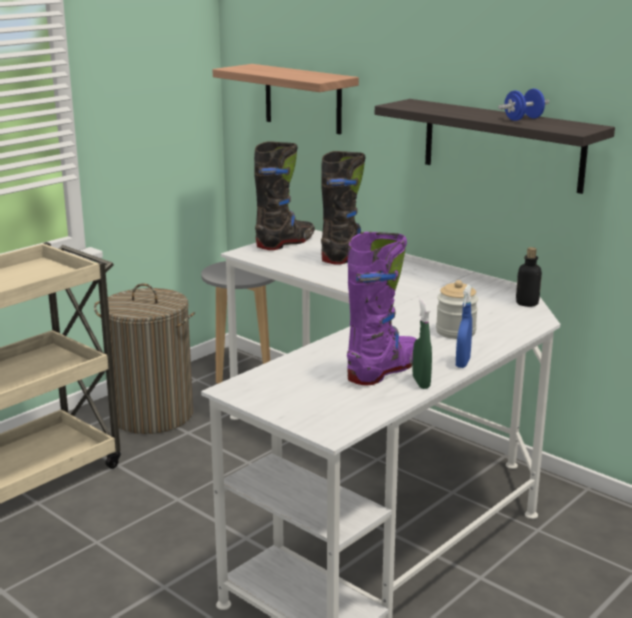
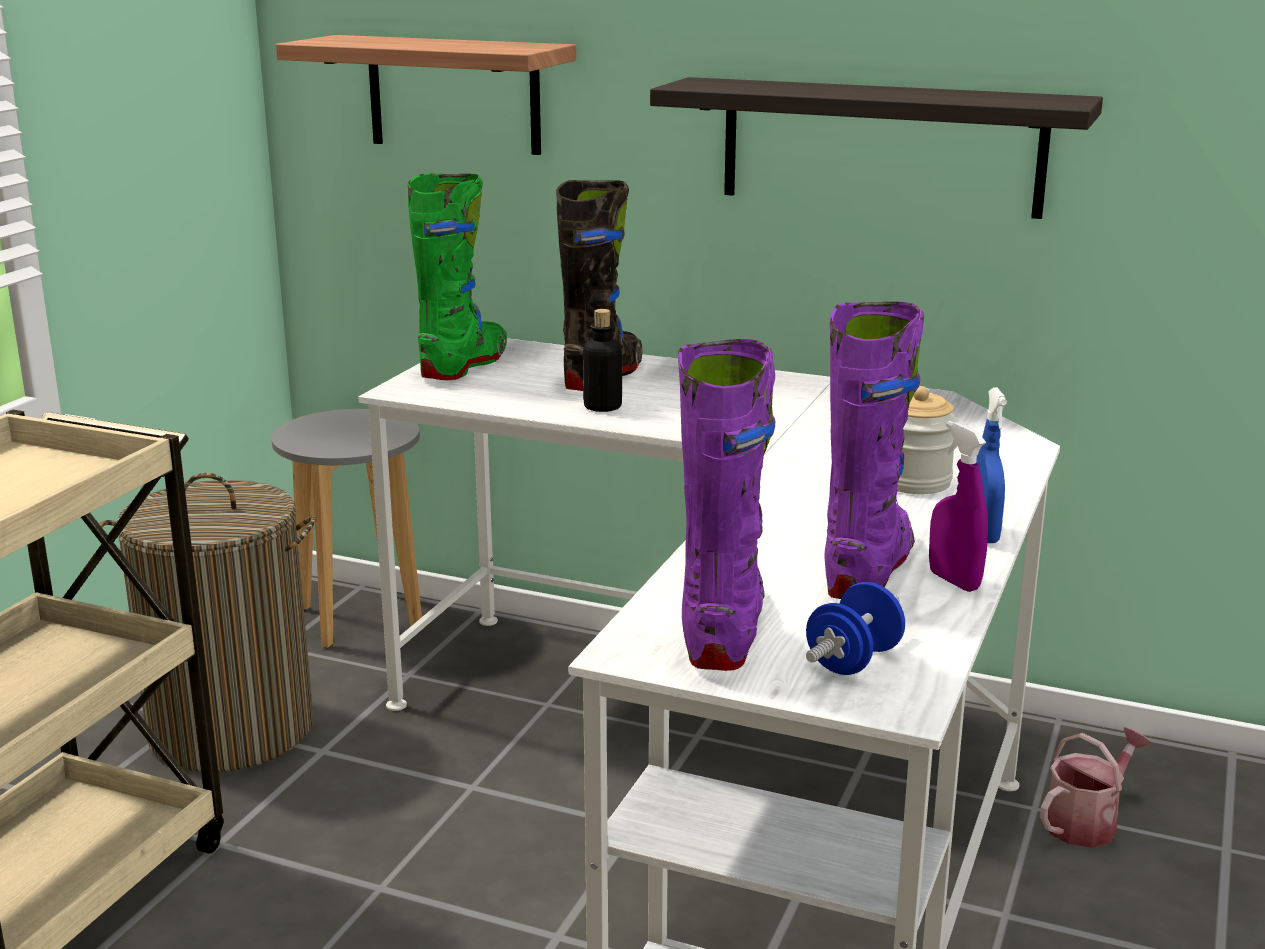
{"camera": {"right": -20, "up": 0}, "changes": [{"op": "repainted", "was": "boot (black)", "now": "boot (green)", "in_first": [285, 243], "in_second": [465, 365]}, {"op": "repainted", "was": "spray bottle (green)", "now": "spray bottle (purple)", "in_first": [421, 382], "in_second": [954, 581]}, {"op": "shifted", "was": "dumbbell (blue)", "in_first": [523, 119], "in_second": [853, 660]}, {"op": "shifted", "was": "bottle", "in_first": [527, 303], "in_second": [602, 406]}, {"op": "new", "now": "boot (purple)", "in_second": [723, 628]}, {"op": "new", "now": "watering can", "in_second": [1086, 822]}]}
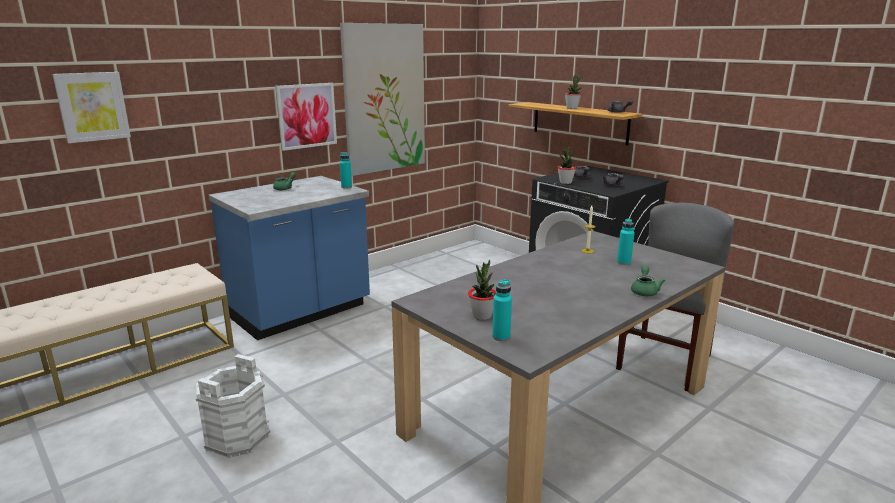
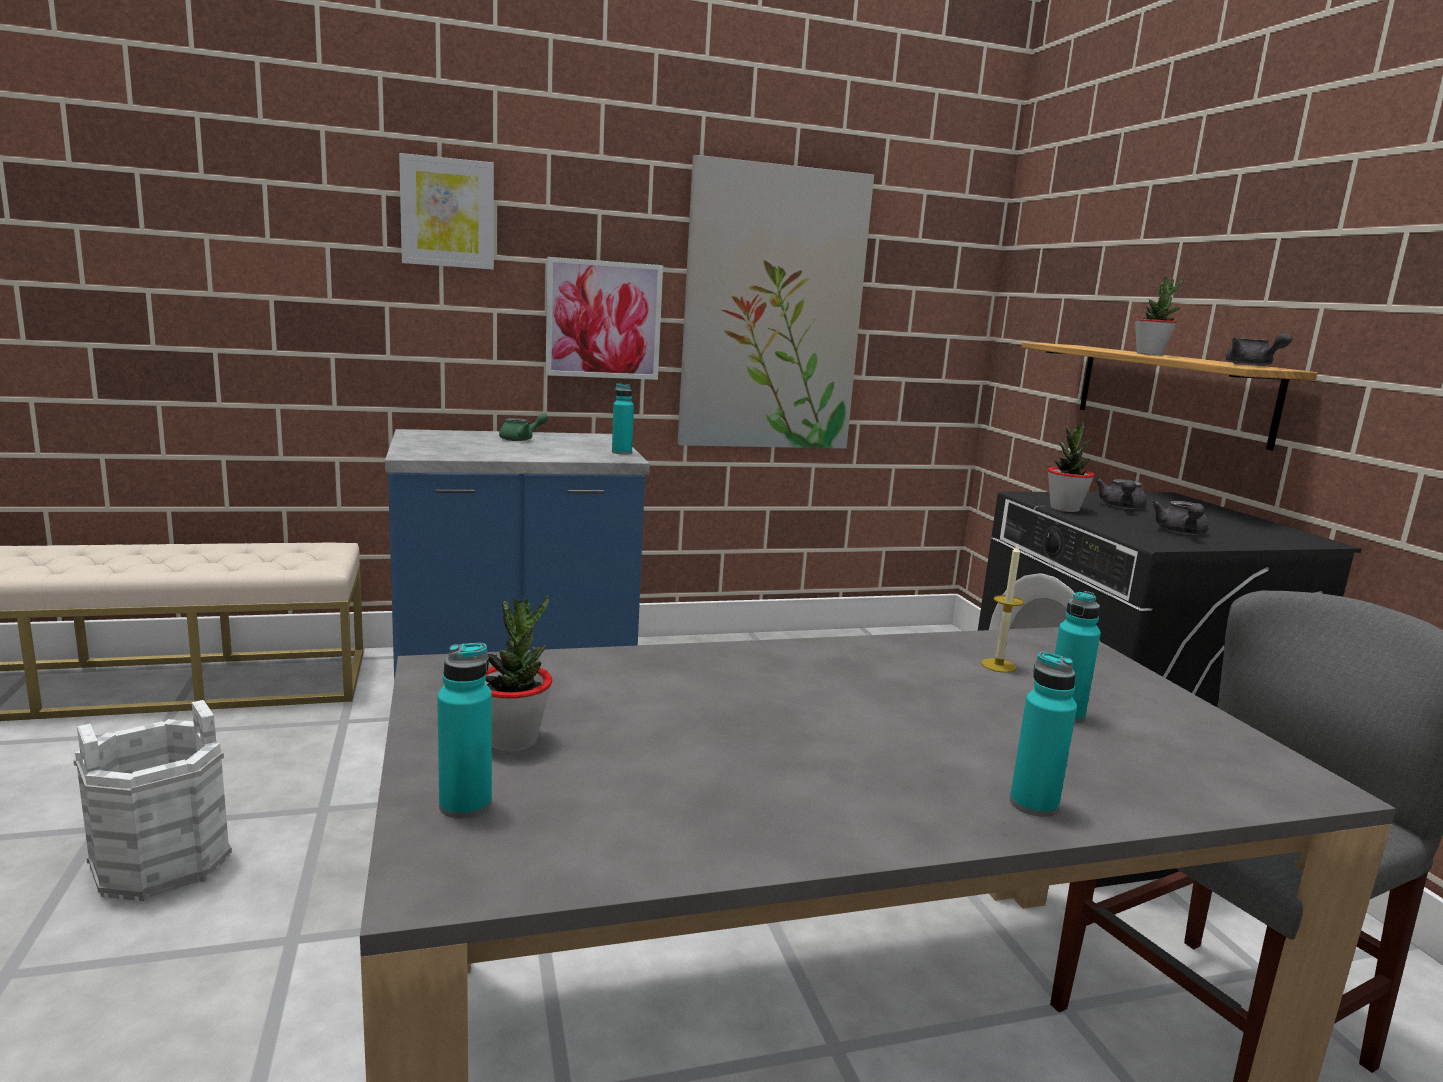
{"camera": {"right": 25, "up": -5}, "changes": [{"op": "shifted", "was": "picture", "in_first": [92, 106], "in_second": [447, 213]}, {"op": "swapped", "was": "teapot (green)", "now": "bottle (turquoise)", "in_first": [644, 291], "in_second": [1033, 804]}]}
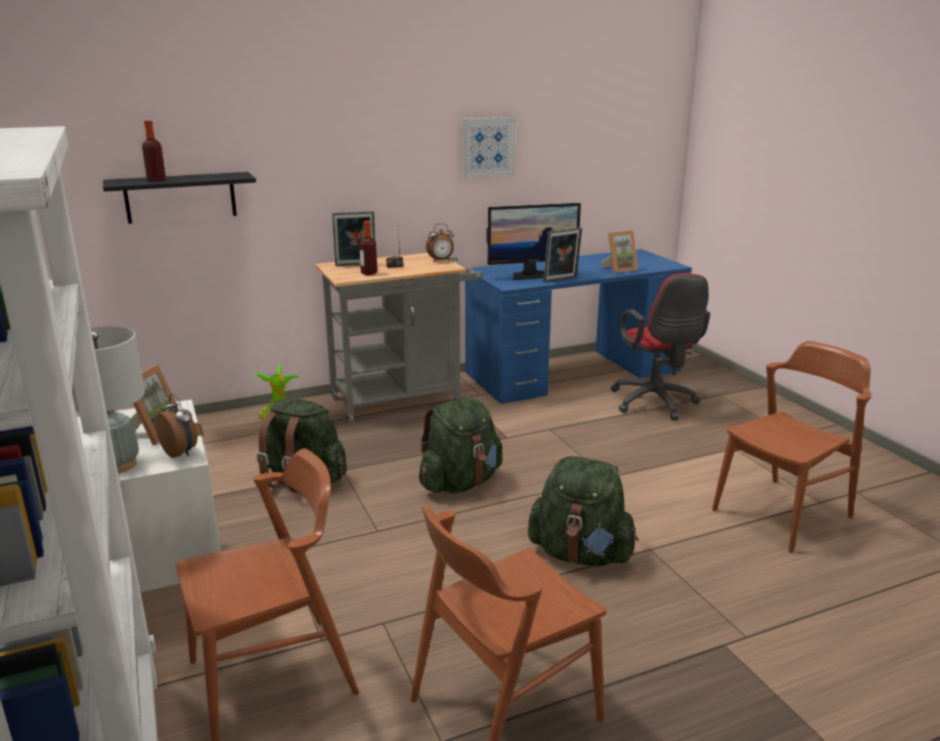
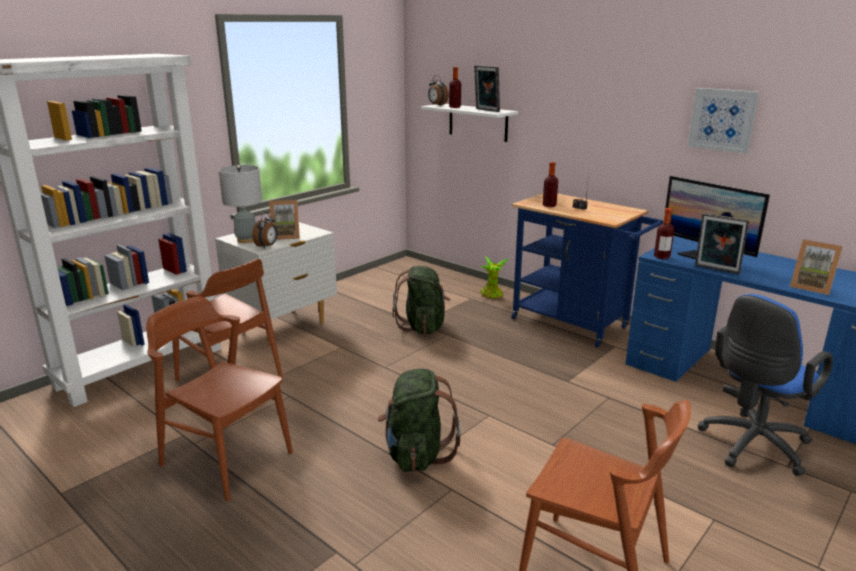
{"camera": {"right": 65, "up": 0}, "changes": [{"op": "repainted", "was": "shelf (black)", "now": "shelf (white)", "in_first": [180, 197], "in_second": [478, 122]}, {"op": "repainted", "was": "cart (grey)", "now": "cart (blue)", "in_first": [403, 399], "in_second": [576, 325]}, {"op": "shifted", "was": "picture frame", "in_first": [355, 265], "in_second": [486, 110]}, {"op": "gone", "was": "backpack (green)", "in_first": [460, 483]}, {"op": "shifted", "was": "alarm clock", "in_first": [441, 261], "in_second": [437, 105]}, {"op": "repainted", "was": "office chair (red)", "now": "office chair (blue)", "in_first": [655, 404], "in_second": [751, 446]}, {"op": "new", "now": "bottle", "in_second": [661, 257]}]}
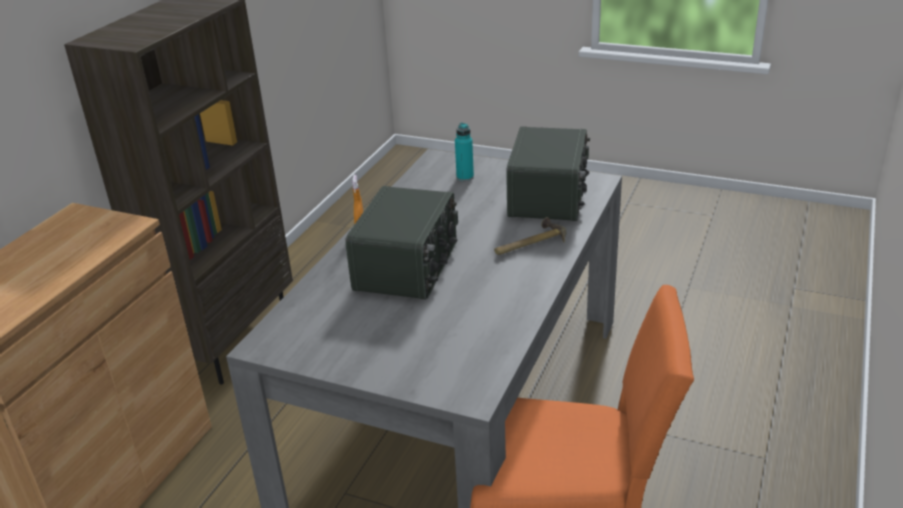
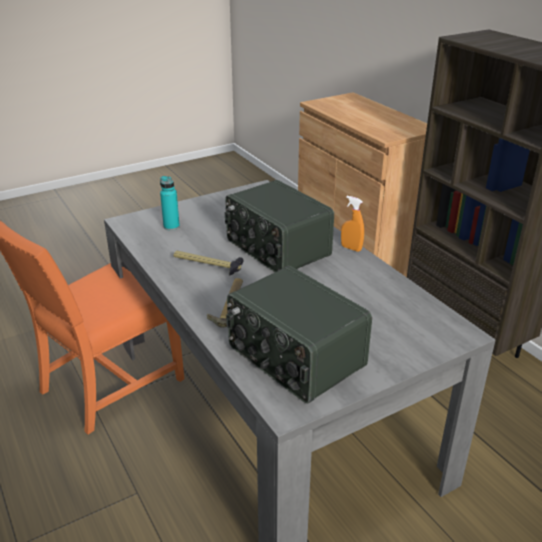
{"camera": {"right": 125, "up": 0}, "changes": [{"op": "shifted", "was": "bottle (turquoise)", "in_first": [465, 177], "in_second": [171, 227]}, {"op": "new", "now": "hammer", "in_second": [207, 265]}]}
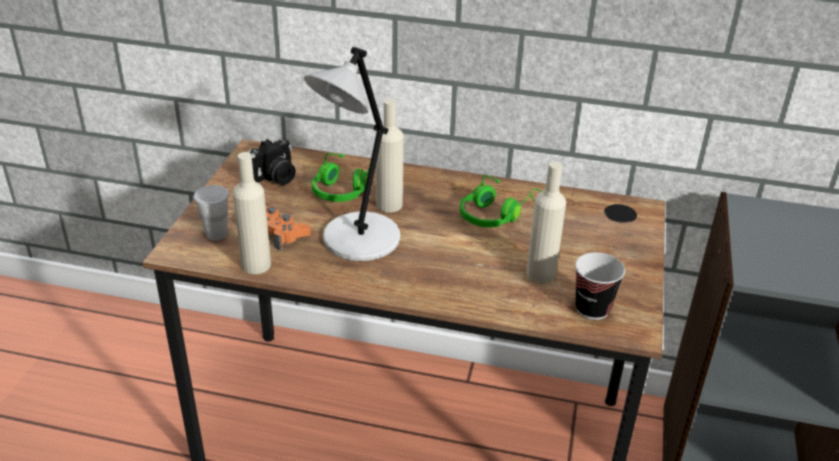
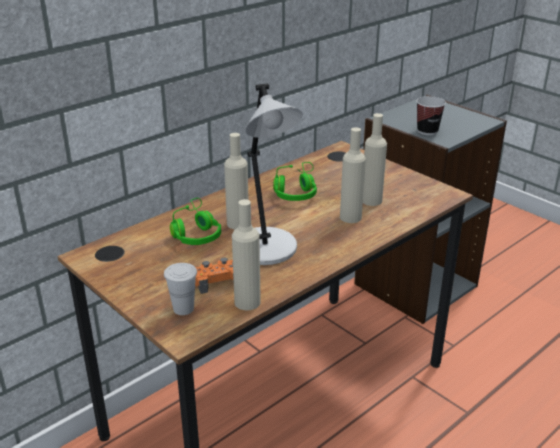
{"camera": {"right": -55, "up": -5}, "changes": [{"op": "gone", "was": "photo camera", "in_first": [273, 178]}, {"op": "shifted", "was": "cup", "in_first": [592, 309], "in_second": [427, 131]}, {"op": "new", "now": "bottle (beige)", "in_second": [350, 217]}]}
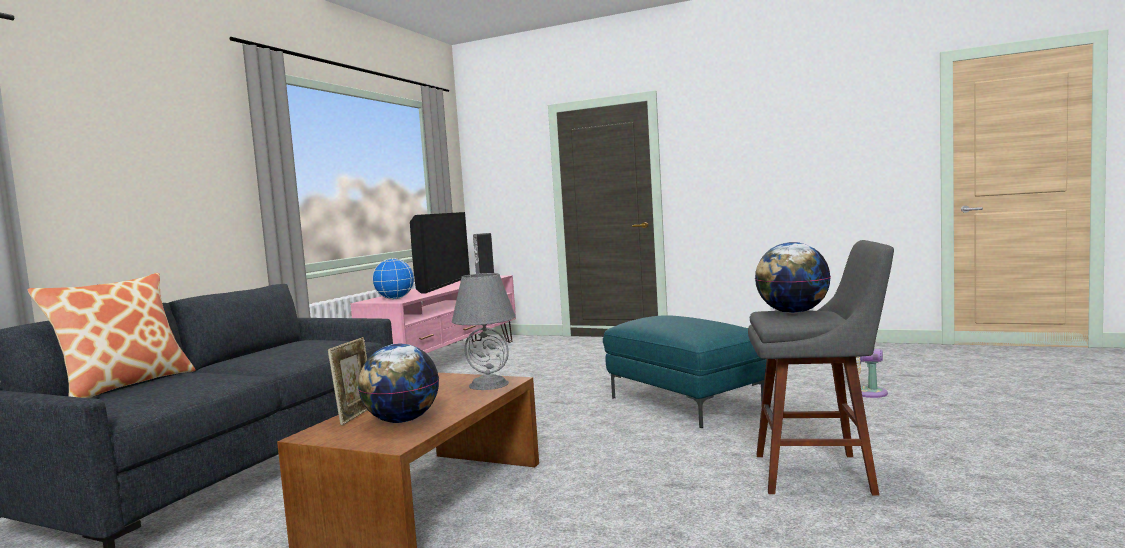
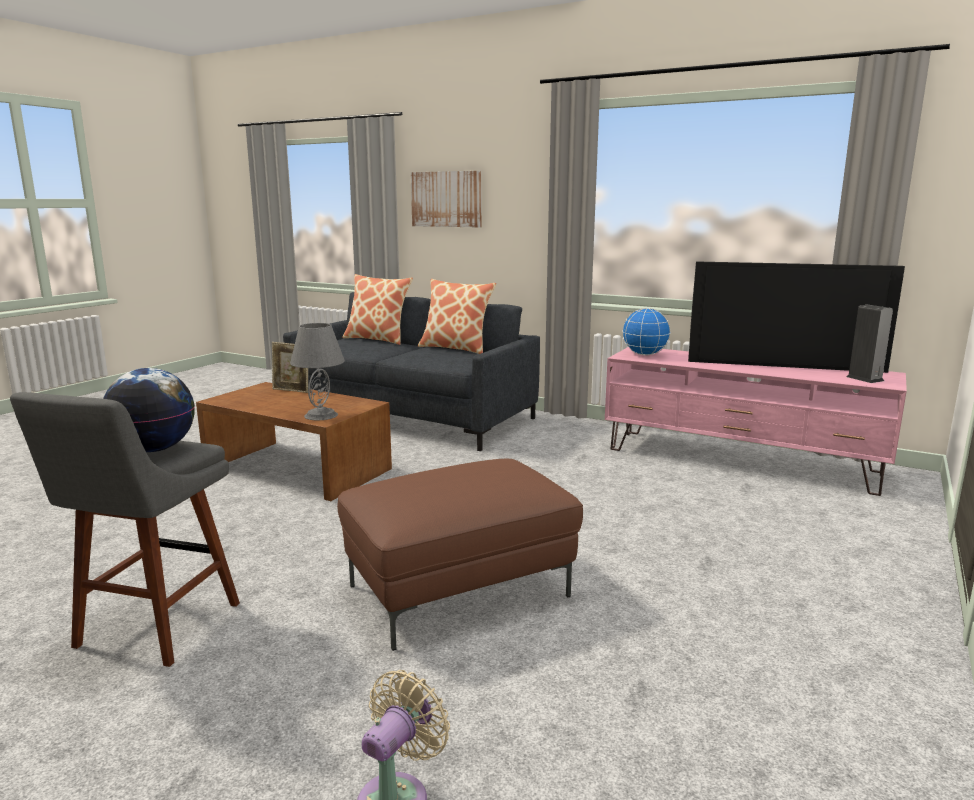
{"camera": {"right": 95, "up": 10}, "changes": [{"op": "gone", "was": "globe", "in_first": [402, 421]}, {"op": "repainted", "was": "ottoman (turquoise)", "now": "ottoman (brown)", "in_first": [686, 402], "in_second": [459, 592]}, {"op": "new", "now": "picture", "in_second": [446, 199]}, {"op": "new", "now": "pillow", "in_second": [456, 348]}]}
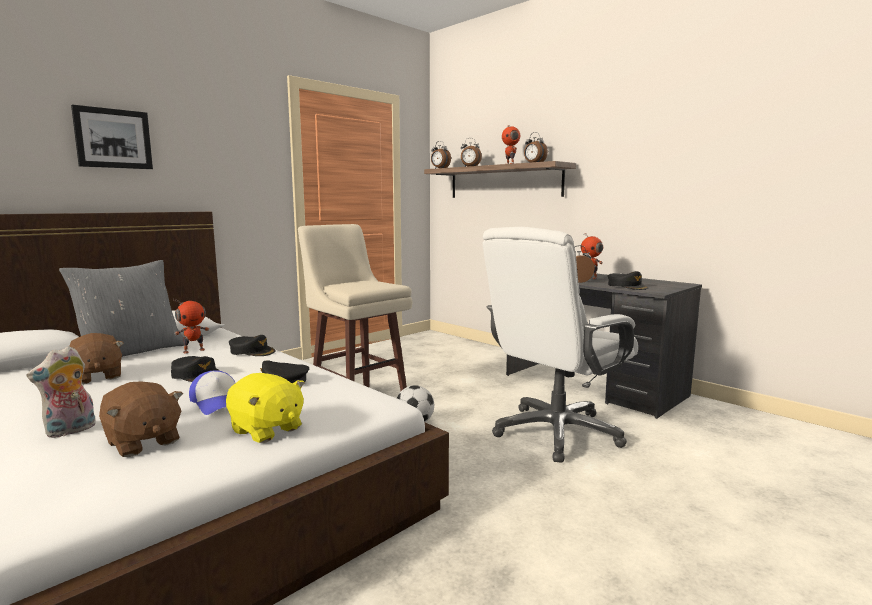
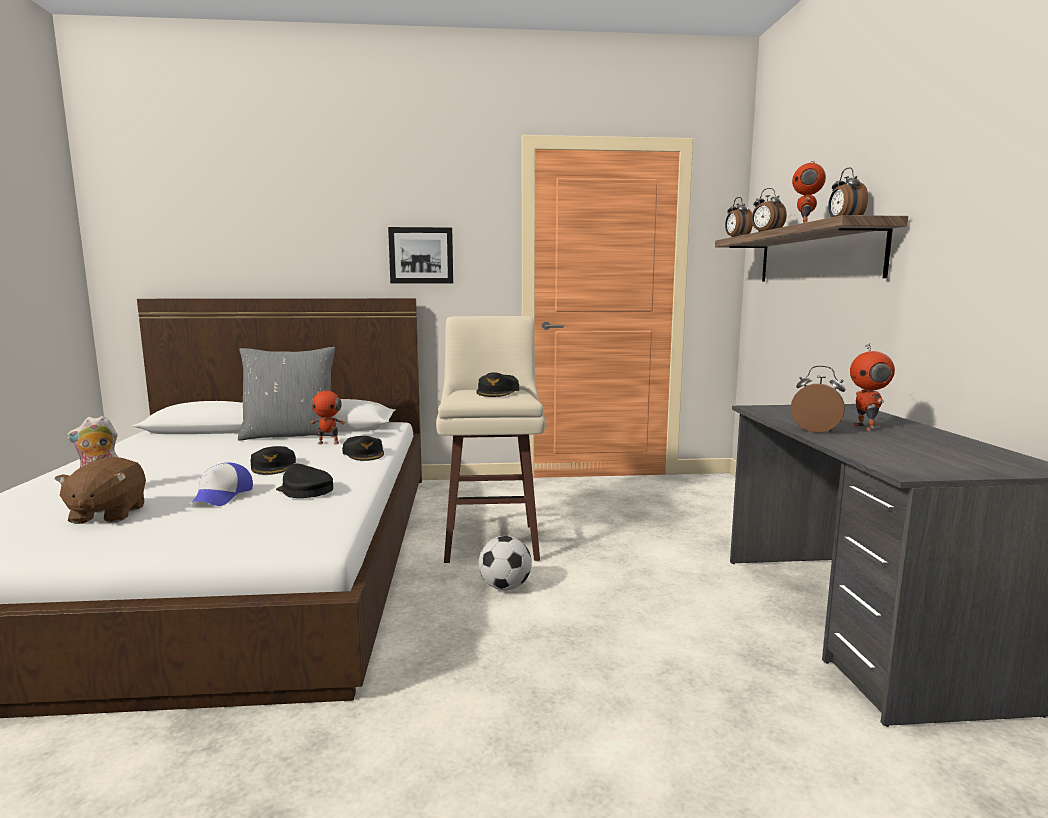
{"camera": {"right": 40, "up": 0}, "changes": [{"op": "gone", "was": "plush toy (brown)", "in_first": [96, 376]}, {"op": "shifted", "was": "picture", "in_first": [113, 138], "in_second": [421, 255]}, {"op": "gone", "was": "plush toy (yellow)", "in_first": [266, 430]}, {"op": "gone", "was": "office chair (white)", "in_first": [556, 433]}, {"op": "shifted", "was": "cap (black)", "in_first": [627, 286], "in_second": [498, 392]}]}
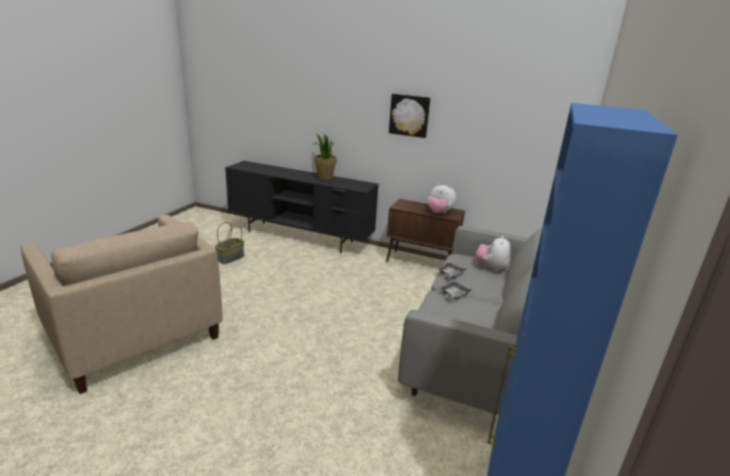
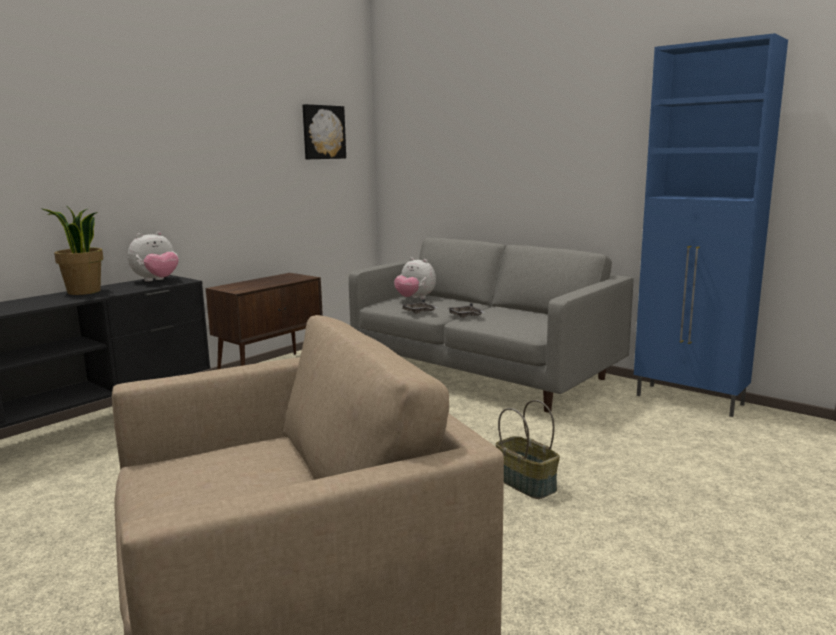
{"camera": {"right": -70, "up": -10}, "changes": [{"op": "shifted", "was": "basket", "in_first": [230, 258], "in_second": [527, 483]}, {"op": "shifted", "was": "picture", "in_first": [409, 115], "in_second": [323, 132]}, {"op": "shifted", "was": "plush toy", "in_first": [439, 213], "in_second": [156, 281]}]}
